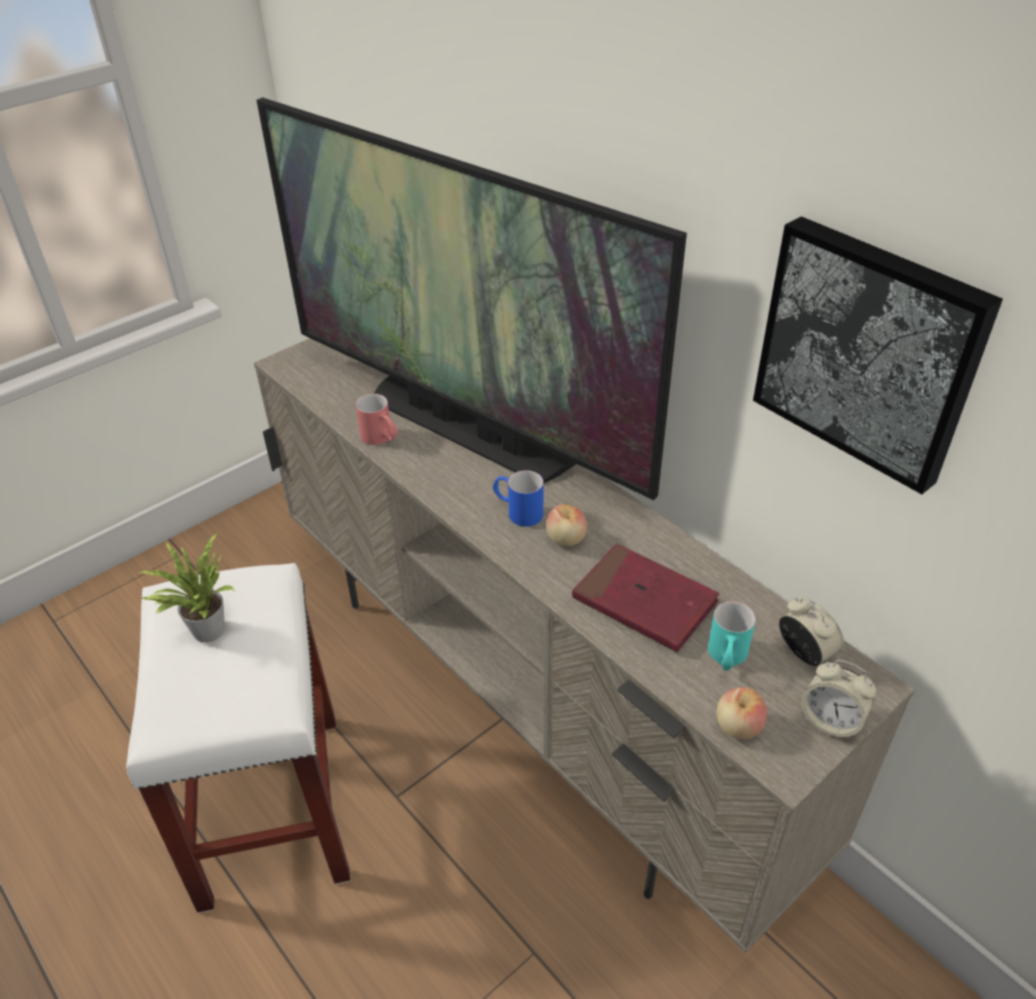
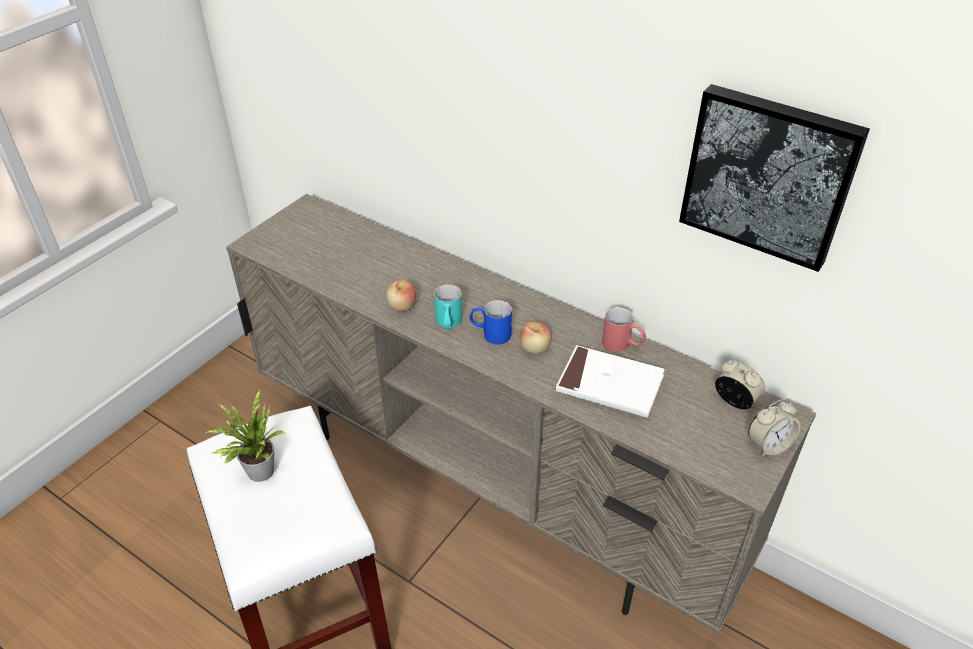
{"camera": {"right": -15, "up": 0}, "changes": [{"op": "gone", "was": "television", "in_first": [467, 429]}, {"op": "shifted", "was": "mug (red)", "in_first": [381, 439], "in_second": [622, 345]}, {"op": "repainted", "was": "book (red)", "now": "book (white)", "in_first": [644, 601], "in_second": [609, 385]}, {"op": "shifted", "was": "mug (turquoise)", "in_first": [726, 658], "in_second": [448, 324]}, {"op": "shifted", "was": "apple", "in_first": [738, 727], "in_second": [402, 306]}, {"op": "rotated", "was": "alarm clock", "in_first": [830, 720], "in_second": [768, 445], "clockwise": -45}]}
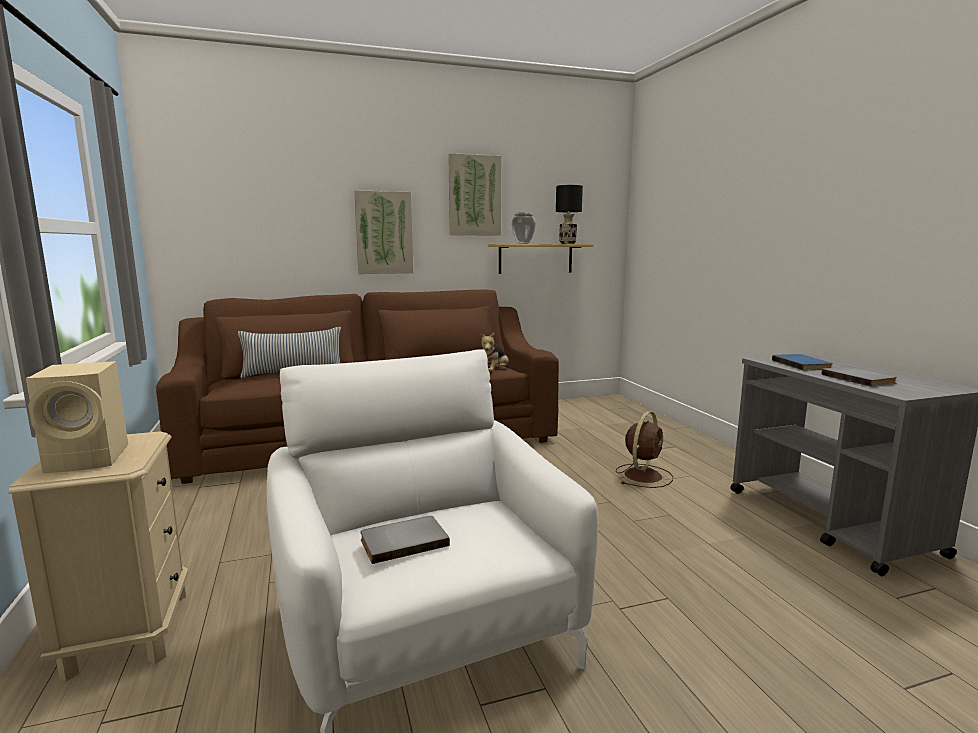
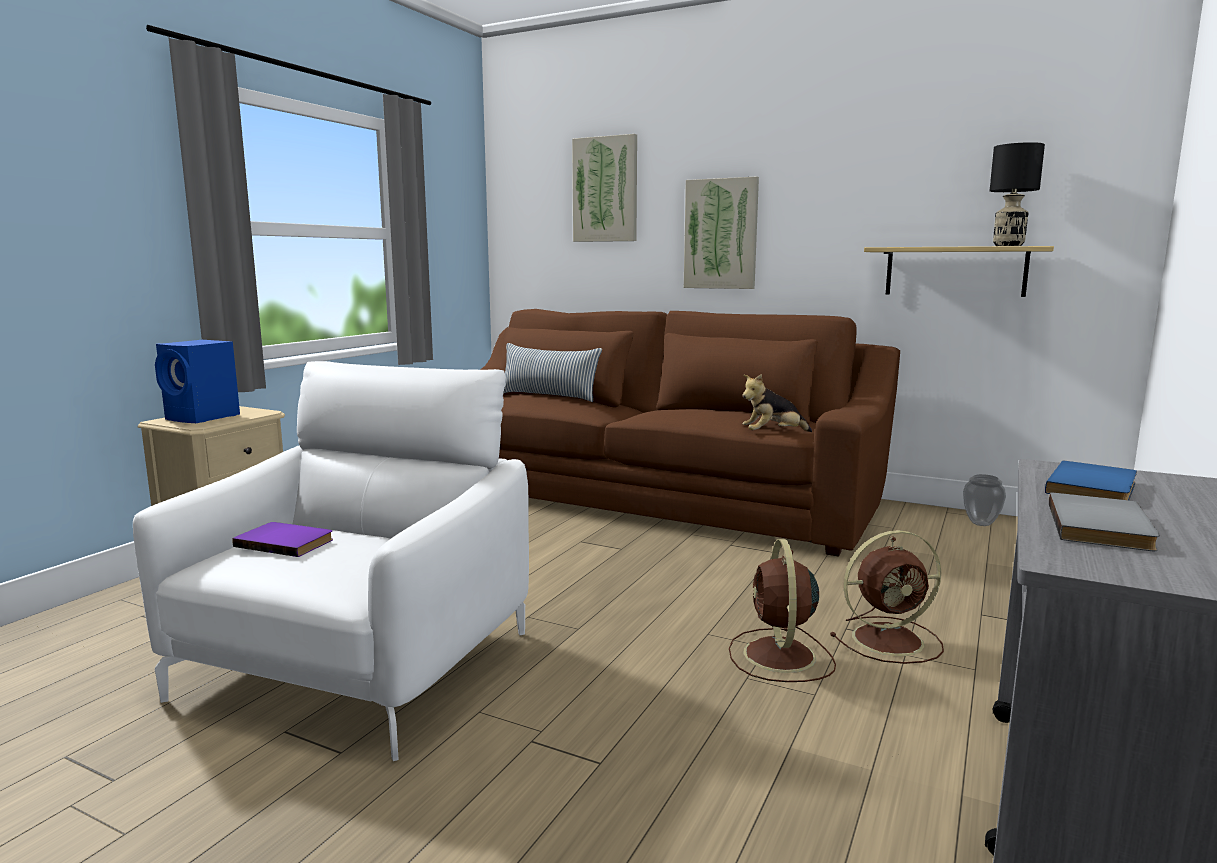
{"camera": {"right": 45, "up": 0}, "changes": [{"op": "repainted", "was": "speaker (beige)", "now": "speaker (blue)", "in_first": [91, 459], "in_second": [203, 417]}, {"op": "repainted", "was": "book (grey)", "now": "book (purple)", "in_first": [403, 541], "in_second": [286, 542]}, {"op": "shifted", "was": "picture", "in_first": [474, 195], "in_second": [605, 189]}, {"op": "shifted", "was": "vase", "in_first": [523, 243], "in_second": [981, 524]}, {"op": "new", "now": "fan (brown)", "in_second": [780, 657]}]}
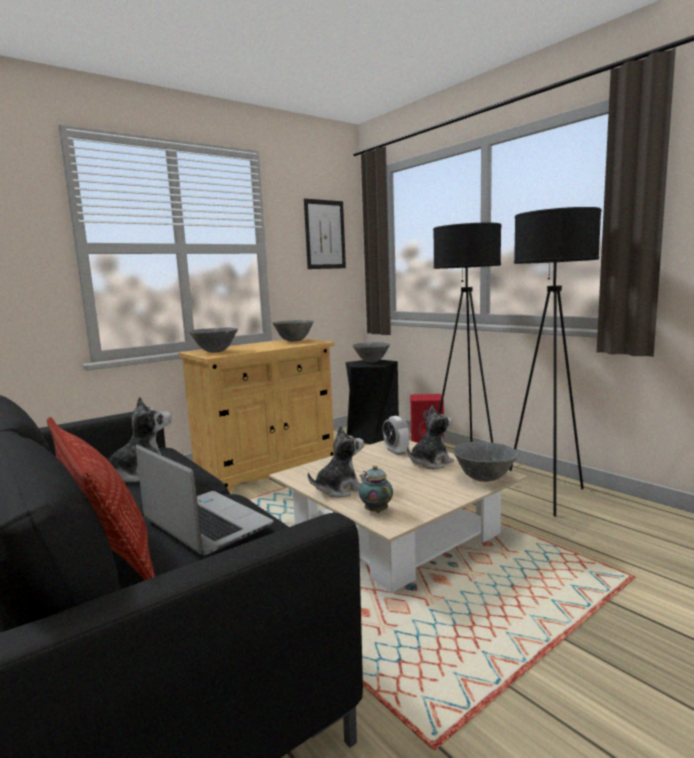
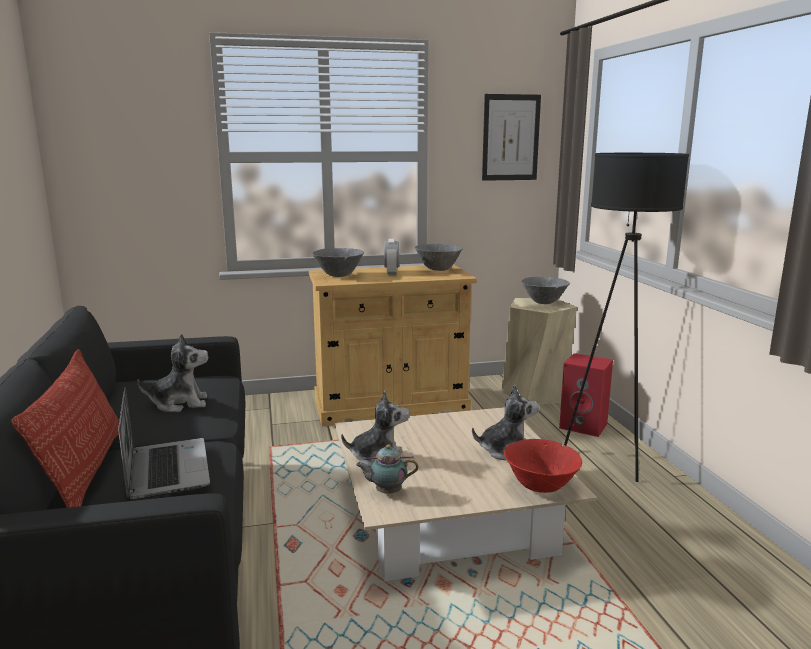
{"camera": {"right": 25, "up": 5}, "changes": [{"op": "repainted", "was": "stool (black)", "now": "stool (beige)", "in_first": [372, 436], "in_second": [535, 393]}, {"op": "rotated", "was": "teapot", "in_first": [375, 510], "in_second": [386, 492], "clockwise": -90}, {"op": "shifted", "was": "alarm clock", "in_first": [396, 451], "in_second": [391, 273]}, {"op": "repainted", "was": "bowl (grey)", "now": "bowl (red)", "in_first": [484, 479], "in_second": [540, 488]}, {"op": "gone", "was": "floor lamp (black)", "in_first": [547, 496]}]}
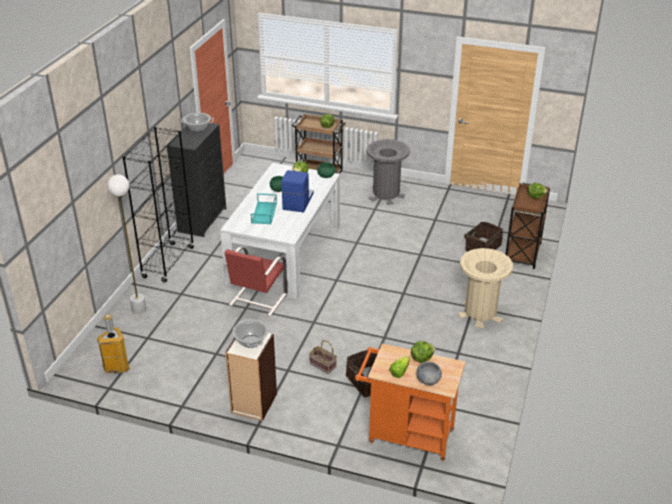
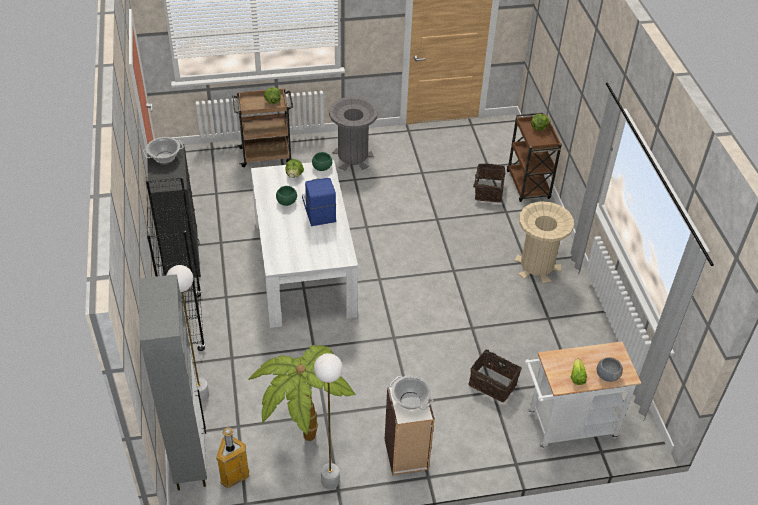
{"camera": {"right": -30, "up": 10}, "changes": [{"op": "gone", "was": "chair (red)", "in_first": [257, 300]}, {"op": "gone", "was": "tray (turquoise)", "in_first": [264, 213]}, {"op": "gone", "was": "basket", "in_first": [322, 365]}, {"op": "repainted", "was": "cart (orange)", "now": "cart (white)", "in_first": [406, 435], "in_second": [566, 426]}, {"op": "gone", "was": "lettuce", "in_first": [421, 358]}, {"op": "new", "now": "cabinet (grey)", "in_second": [190, 459]}, {"op": "new", "now": "potted plant", "in_second": [303, 433]}, {"op": "new", "now": "floor lamp (white)", "in_second": [330, 481]}]}
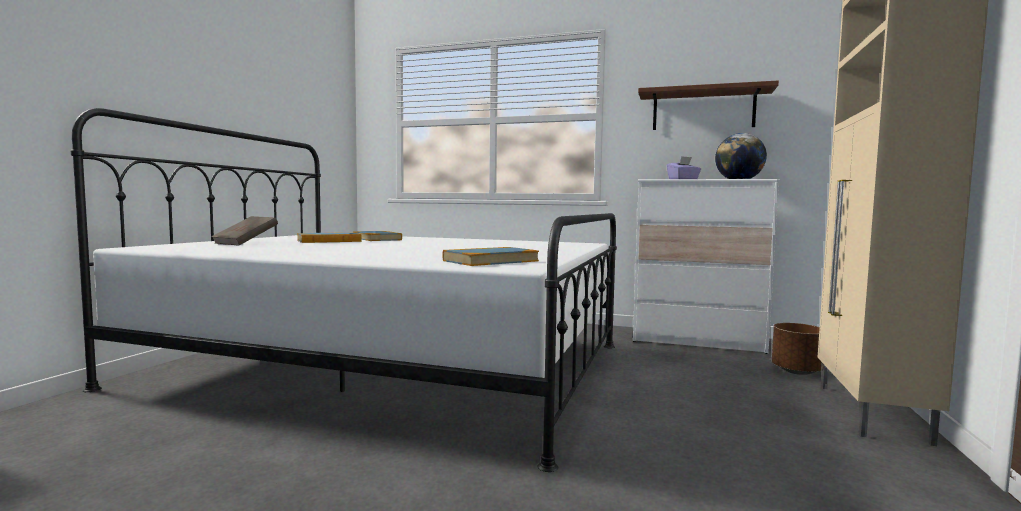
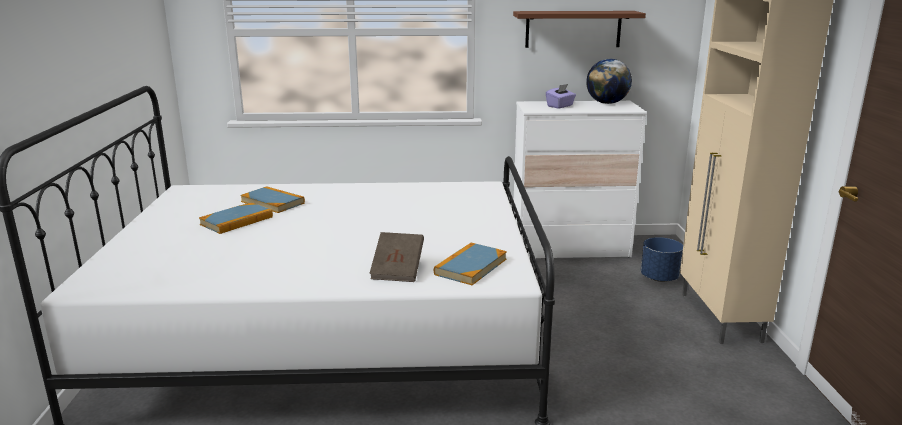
{"camera": {"right": -20, "up": 15}, "changes": [{"op": "shifted", "was": "book (brown)", "in_first": [246, 243], "in_second": [398, 270]}, {"op": "repainted", "was": "planter (brown)", "now": "planter (blue)", "in_first": [797, 371], "in_second": [659, 278]}]}
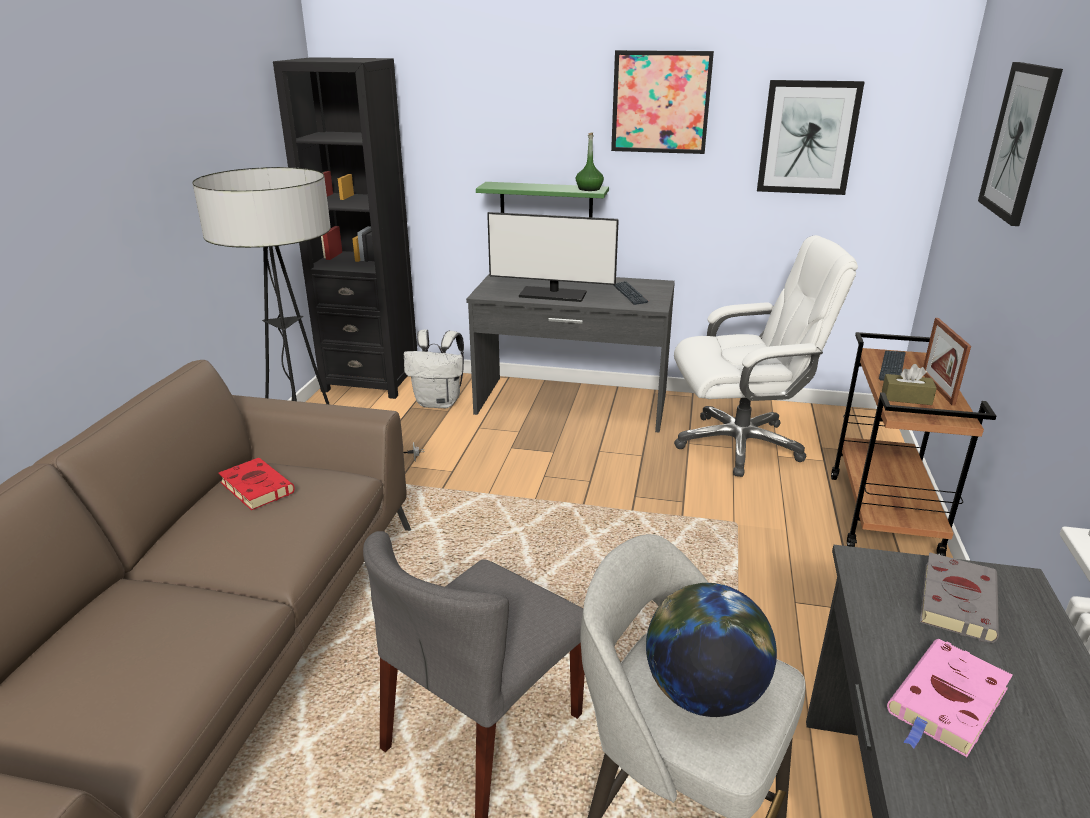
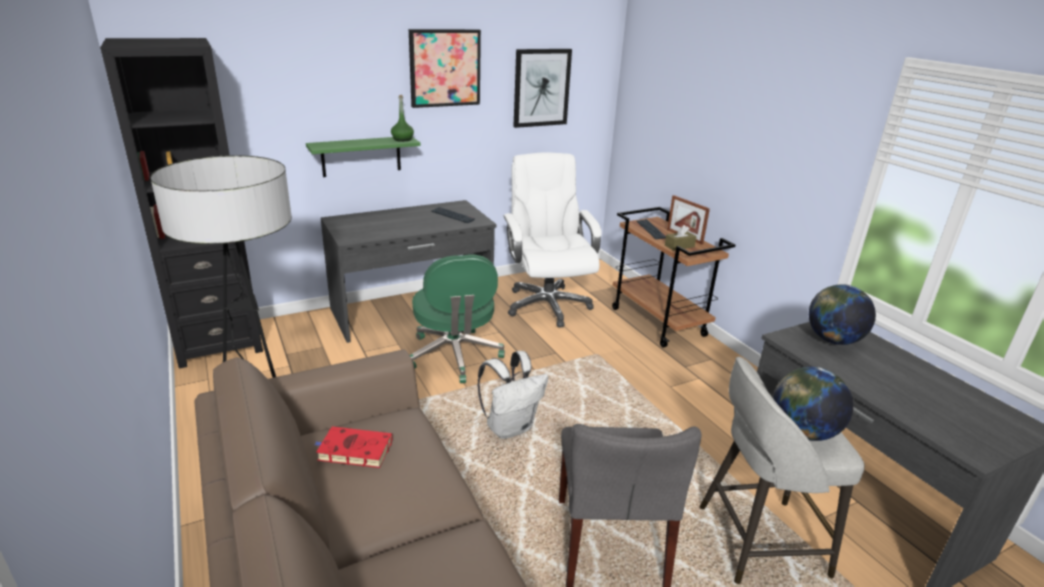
{"camera": {"right": -40, "up": 0}, "changes": [{"op": "shifted", "was": "backpack (white)", "in_first": [439, 402], "in_second": [510, 427]}, {"op": "gone", "was": "monitor", "in_first": [553, 295]}, {"op": "rotated", "was": "office chair (white)", "in_first": [740, 444], "in_second": [547, 305], "clockwise": -60}, {"op": "gone", "was": "book (pink)", "in_first": [947, 703]}, {"op": "swapped", "was": "book (grey)", "now": "globe", "in_first": [957, 600], "in_second": [833, 340]}, {"op": "gone", "was": "picture", "in_first": [1019, 142]}, {"op": "new", "now": "office chair (green)", "in_second": [454, 356]}]}
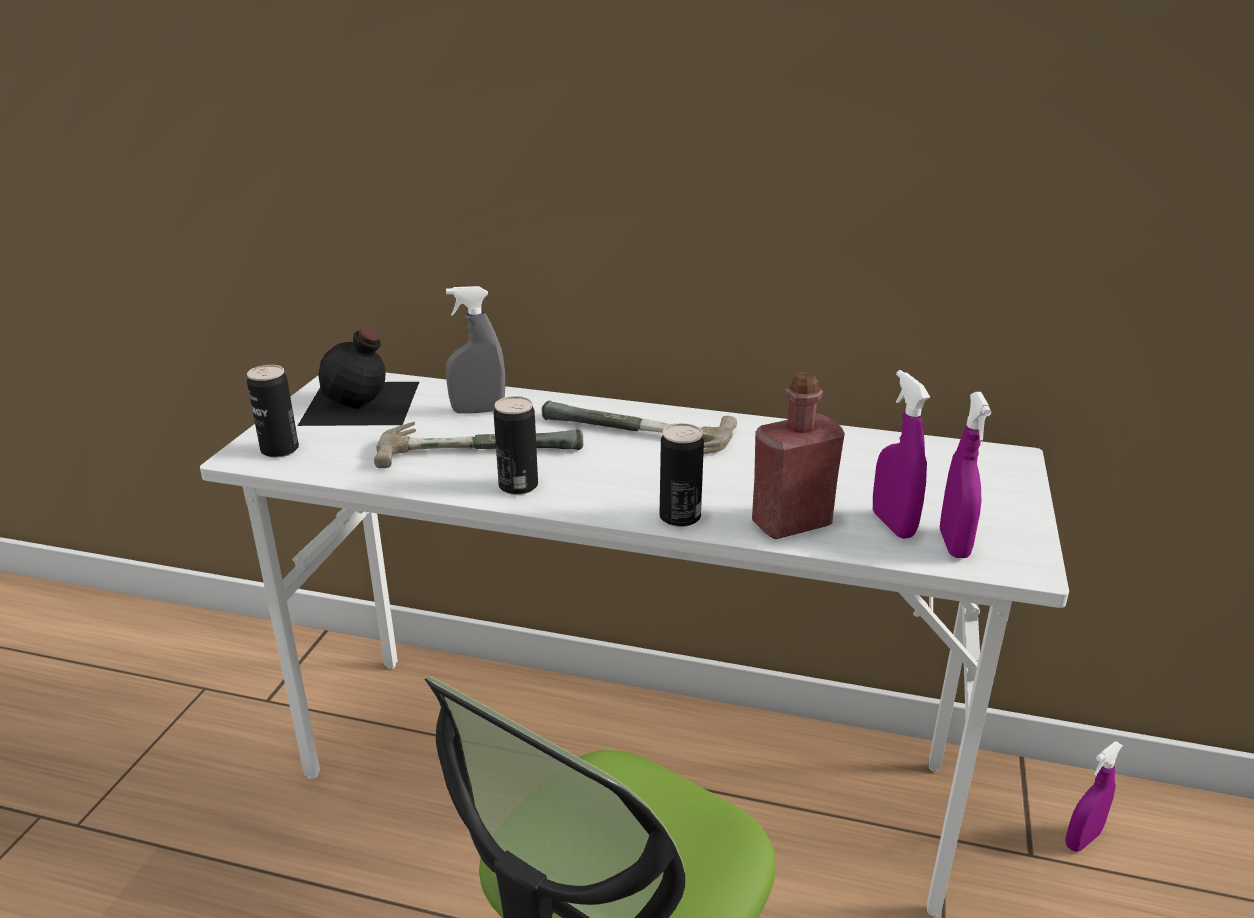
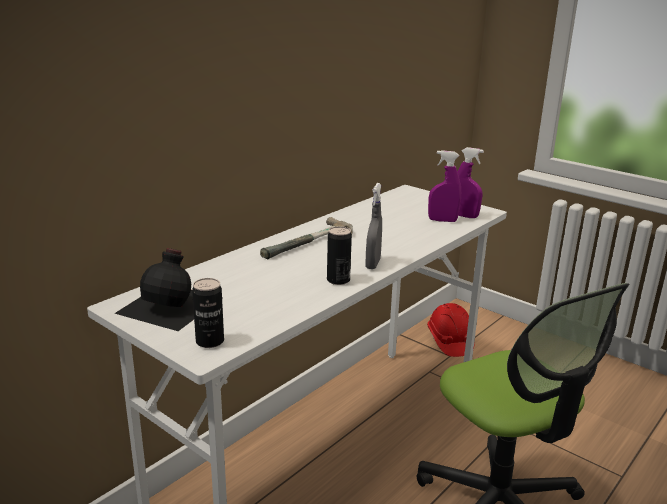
{"camera": {"right": -65, "up": -5}, "changes": [{"op": "gone", "was": "hammer", "in_first": [480, 445]}, {"op": "shifted", "was": "spray bottle (grey)", "in_first": [478, 411], "in_second": [373, 264]}, {"op": "gone", "was": "can", "in_first": [680, 517]}, {"op": "gone", "was": "bottle (red)", "in_first": [791, 523]}, {"op": "swapped", "was": "spray bottle (purple)", "now": "hard hat (red)", "in_first": [1082, 839], "in_second": [449, 341]}]}
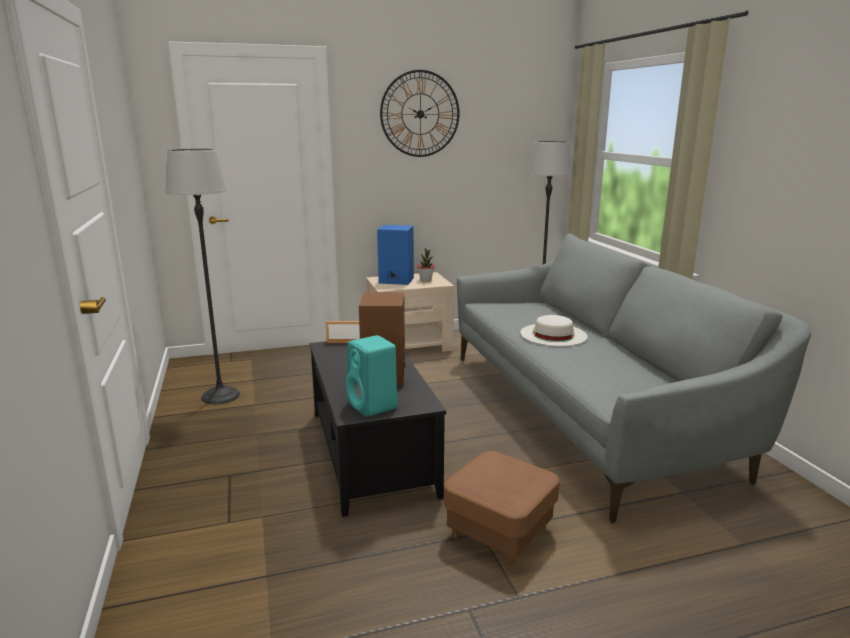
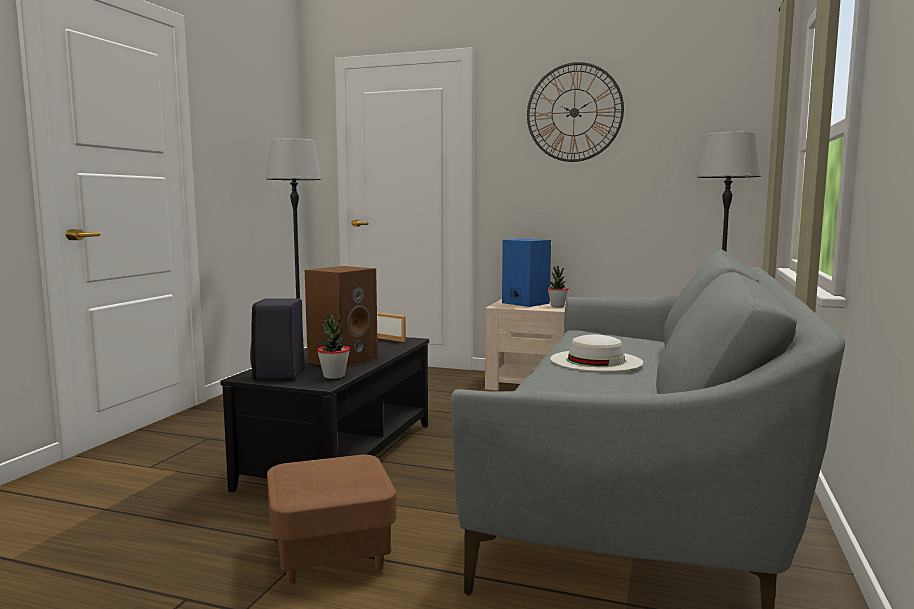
{"camera": {"right": 35, "up": -10}, "changes": [{"op": "repainted", "was": "speaker (turquoise)", "now": "speaker (black)", "in_first": [373, 406], "in_second": [279, 375]}, {"op": "new", "now": "potted plant", "in_second": [334, 376]}]}
